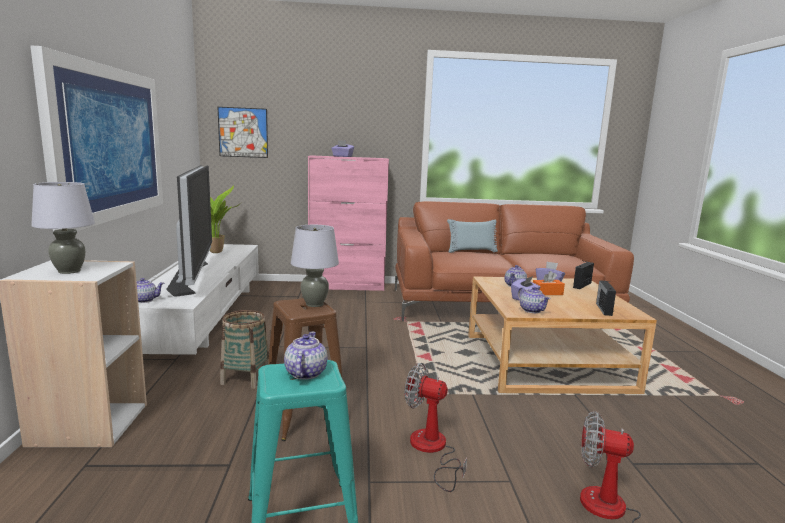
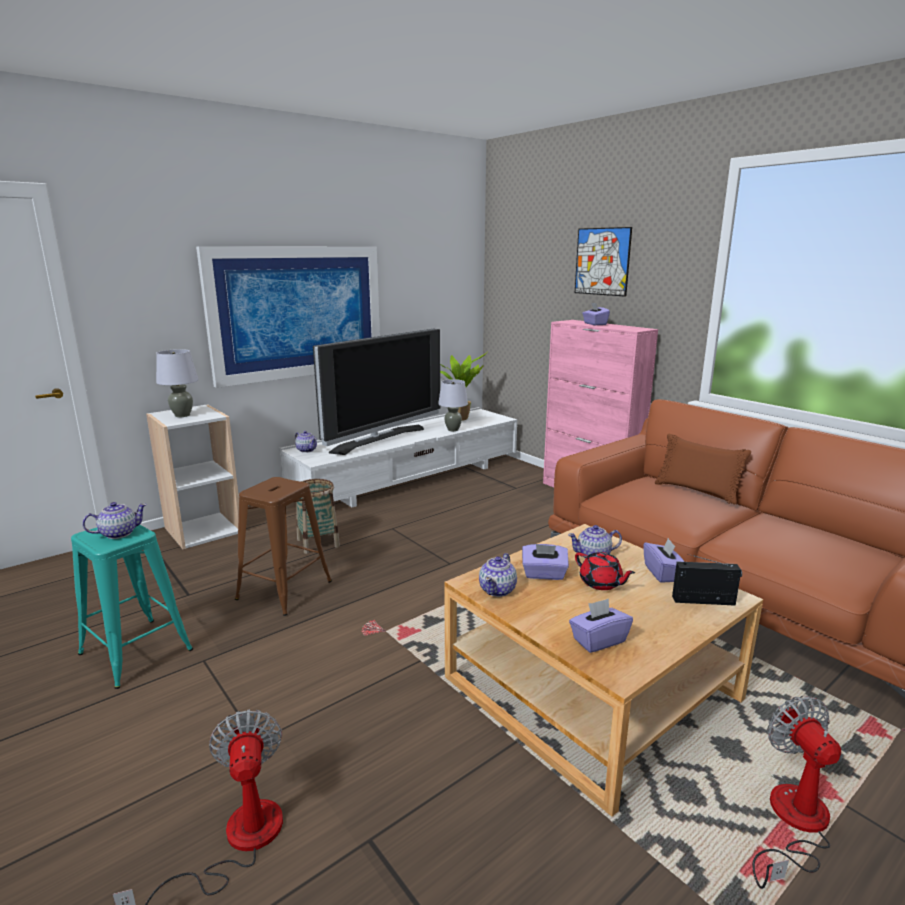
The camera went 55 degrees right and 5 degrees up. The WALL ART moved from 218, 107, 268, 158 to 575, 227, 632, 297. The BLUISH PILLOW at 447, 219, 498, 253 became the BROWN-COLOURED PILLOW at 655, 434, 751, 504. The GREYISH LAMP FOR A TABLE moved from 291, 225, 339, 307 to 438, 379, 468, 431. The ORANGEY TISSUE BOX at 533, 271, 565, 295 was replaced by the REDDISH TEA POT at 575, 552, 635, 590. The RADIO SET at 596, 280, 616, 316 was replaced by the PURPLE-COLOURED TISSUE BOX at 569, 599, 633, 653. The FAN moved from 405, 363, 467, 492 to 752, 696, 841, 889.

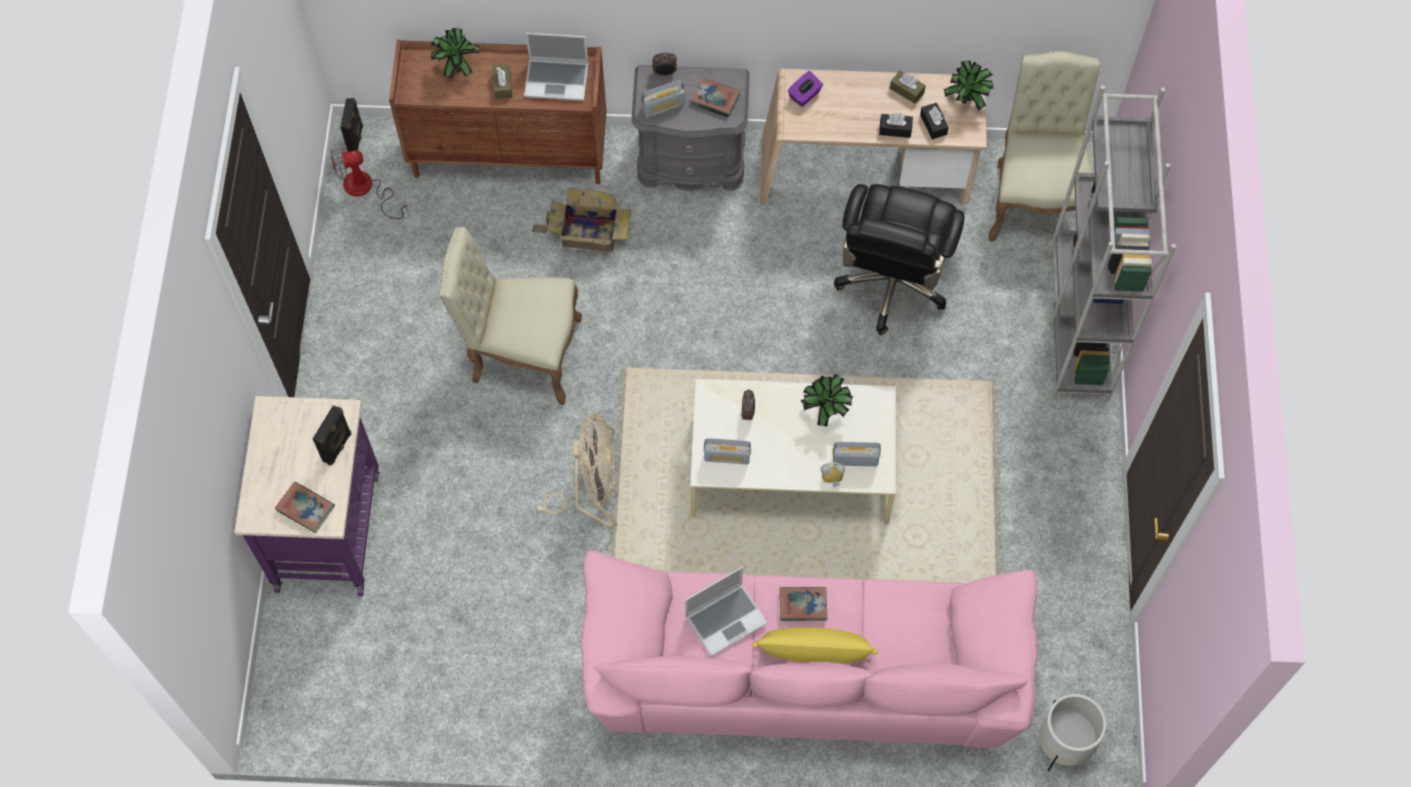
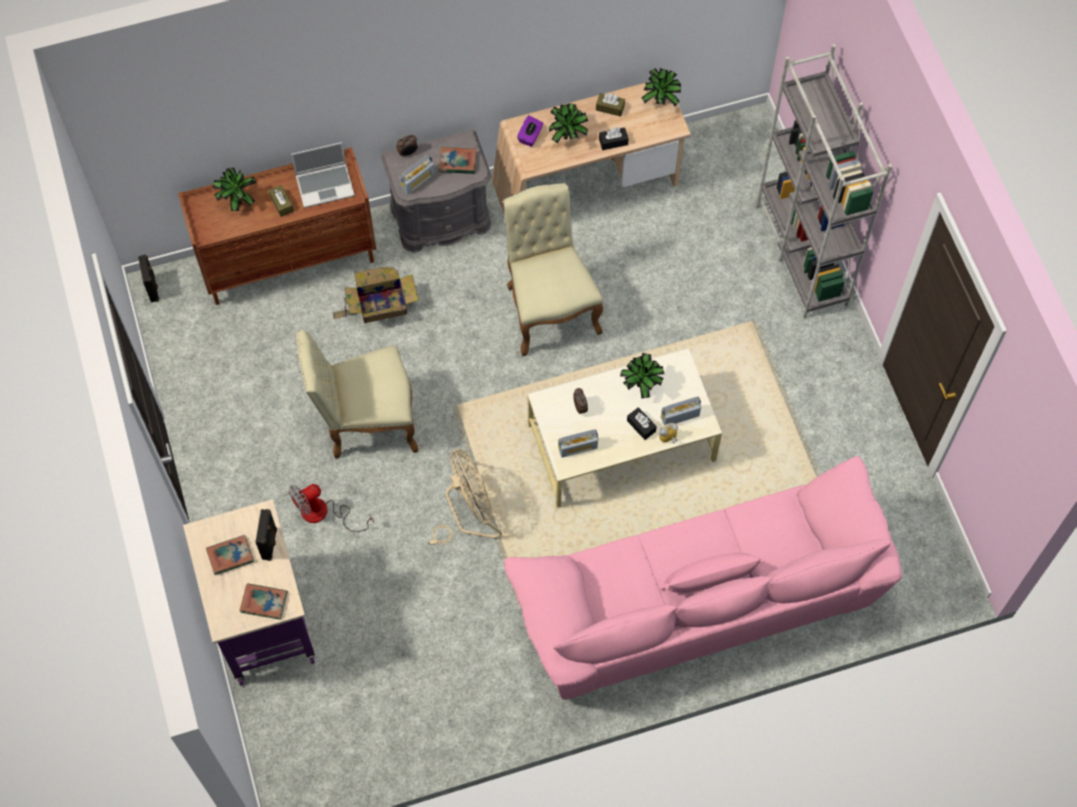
The camera went 20 degrees left and 0 degrees up. The BEIGE PLAIN CHAIR moved from 989, 51, 1100, 241 to 503, 183, 603, 356. The BLACKISH TISSUE BOX moved from 920, 103, 949, 139 to 627, 407, 657, 440. The FAN moved from 330, 144, 408, 219 to 289, 484, 374, 532. The BLACKISH COMPUTER CHAIR at 834, 184, 964, 335 disappeared. The NOTEBOOK COMPUTER at 685, 567, 767, 657 disappeared. The BOUND BOOK moved from 779, 587, 827, 621 to 206, 535, 254, 575. The YELLOW-COLOURED PILLOW at 753, 627, 878, 663 became the PINK PILLOW at 660, 553, 764, 593. The WHITE-COLOURED PLANT POT at 1039, 694, 1107, 771 disappeared. The PLANT IN A POT at 549, 104, 588, 144 appeared.

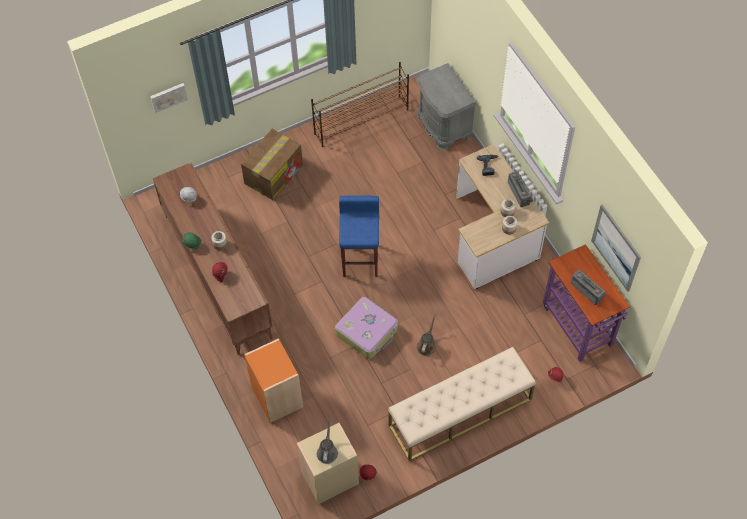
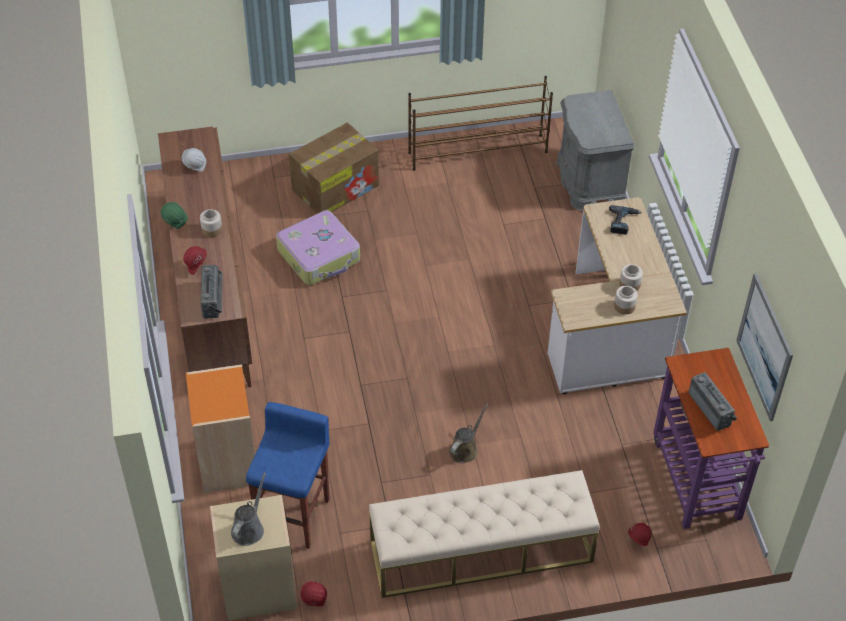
The camera went 15 degrees right and 10 degrees down. The WALL ART at 150, 83, 188, 113 disappeared. The RADIO SET moved from 508, 171, 533, 207 to 200, 265, 223, 319. The BLUISH STOOL moved from 339, 196, 379, 277 to 246, 402, 330, 549. The PIECE OF LUGGAGE moved from 335, 297, 398, 359 to 276, 210, 360, 285.

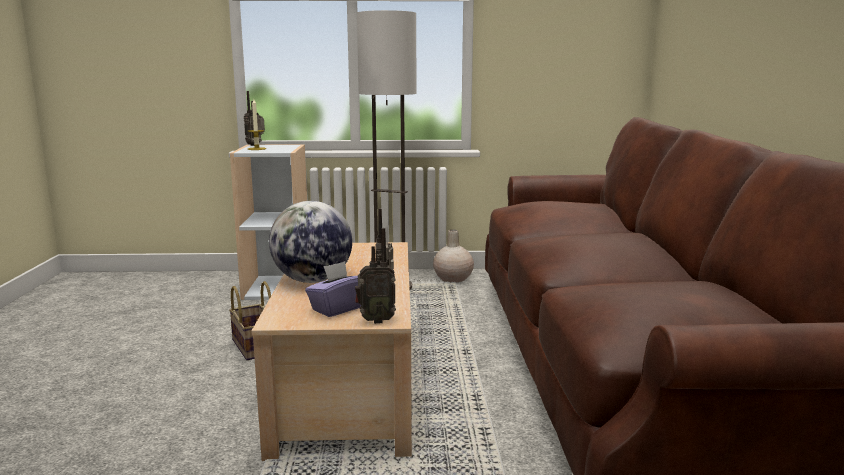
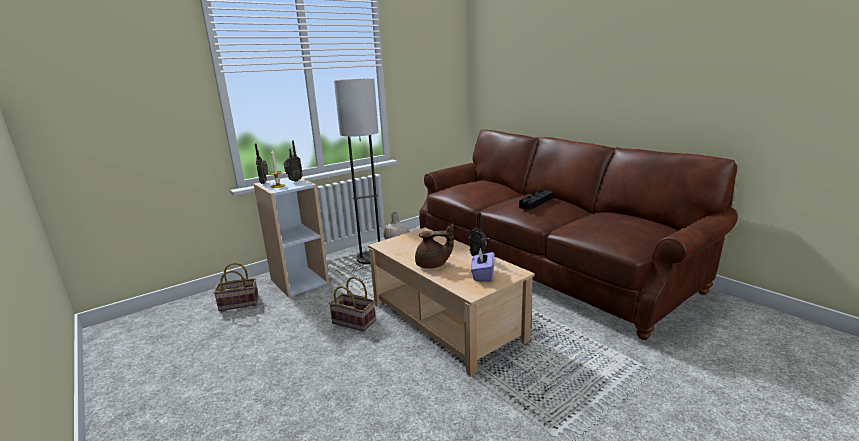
The camera went 35 degrees left and 5 degrees up. The DESK GLOBE at 269, 201, 352, 283 was replaced by the BROWN-COLOURED TEA POT at 415, 223, 454, 269. The RADIO SET moved from 355, 228, 396, 324 to 284, 140, 303, 182. The BLACKISH CARRYING TRAY at 519, 190, 553, 210 appeared. The STORAGE BASKET at 213, 263, 259, 311 appeared.

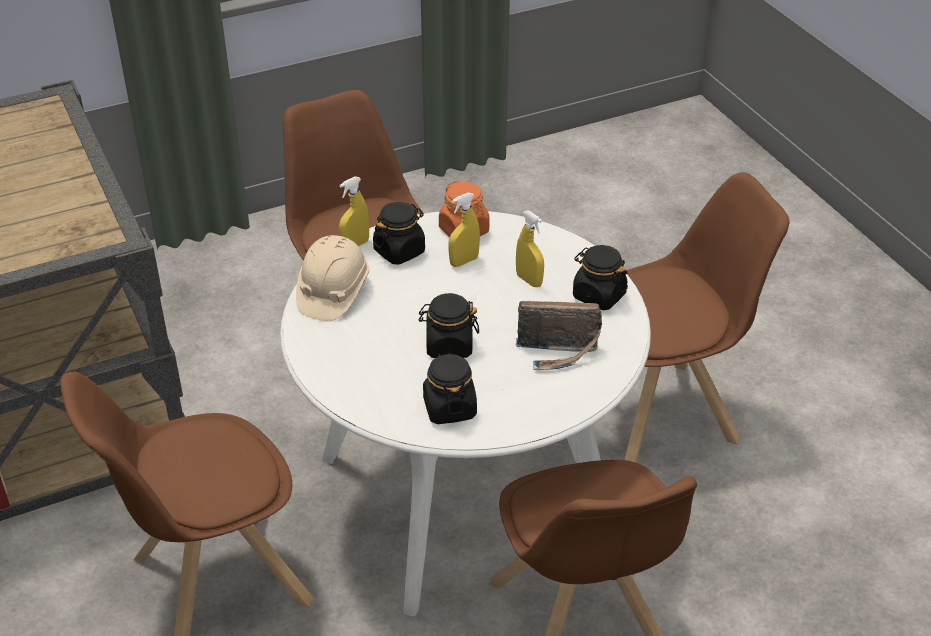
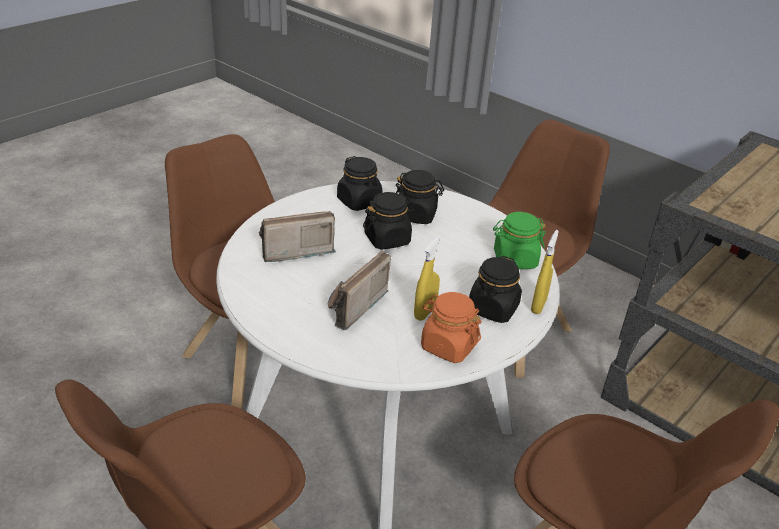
The camera went 155 degrees right and 5 degrees down. The YELLOW-COLOURED HAND SPRAYER at 516, 210, 544, 287 was replaced by the RADIO SET at 328, 251, 391, 330. The BEIGE HARD HAT at 296, 235, 369, 321 was replaced by the GREEN STORAGE JAR at 493, 212, 546, 269. The BLACKISH STORAGE JAR moved from 573, 245, 628, 310 to 396, 170, 444, 224.

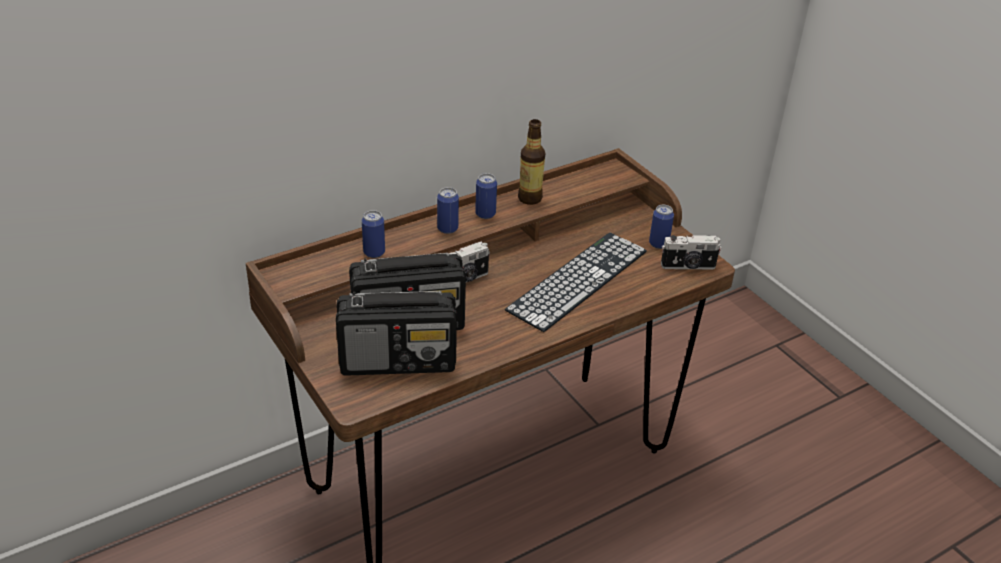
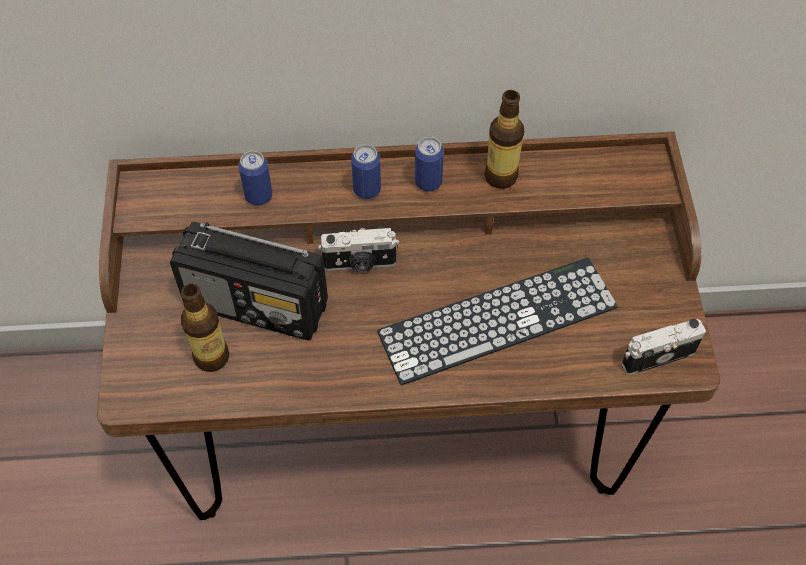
The camera went 30 degrees right and 20 degrees up. The METAL CAN at 649, 205, 674, 249 disappeared. The STILL CAMERA at 661, 235, 721, 269 turned 135 degrees clockwise. The RADIO SET at 336, 291, 457, 376 was replaced by the BEVERAGE BOTTLE at 181, 284, 229, 372.

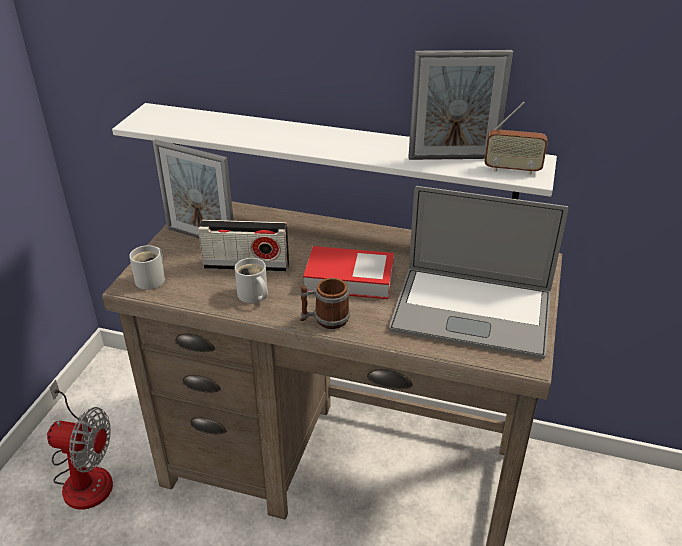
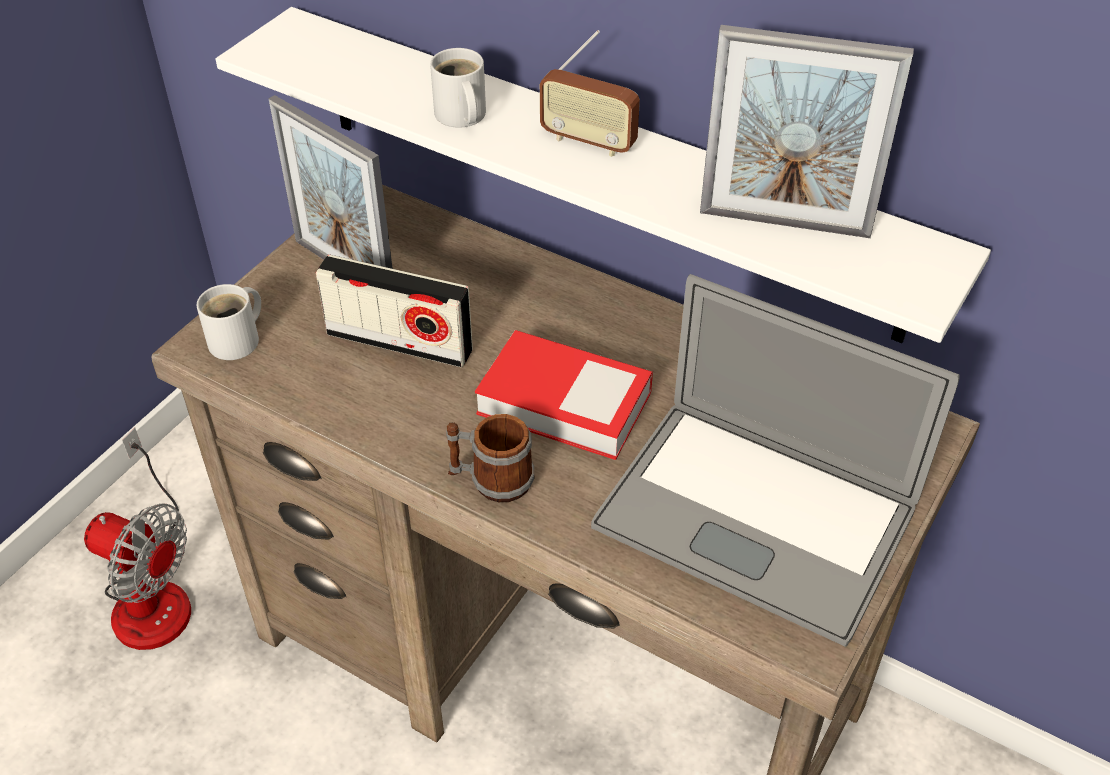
The camera went 15 degrees right and 10 degrees up. The RADIO SET moved from 484, 102, 547, 175 to 540, 30, 640, 157. The WHITE-COLOURED TEA MUG moved from 235, 258, 268, 303 to 430, 48, 486, 127.

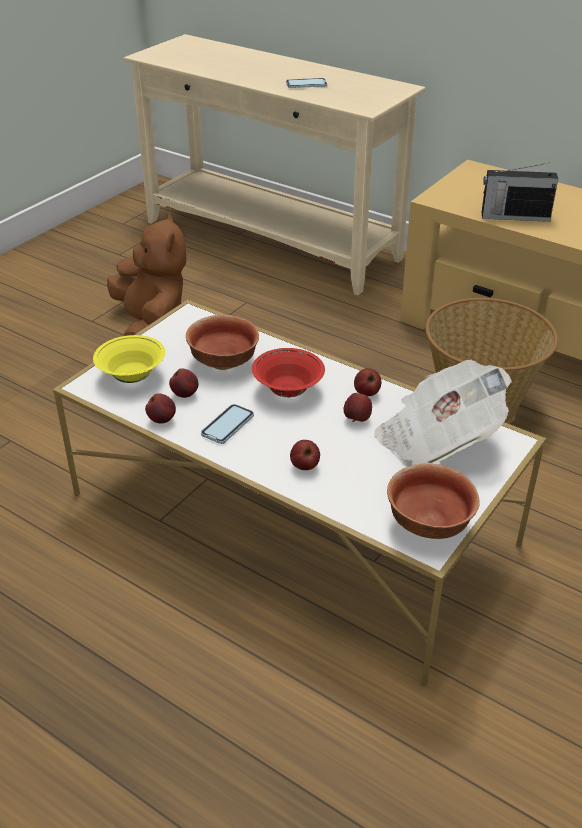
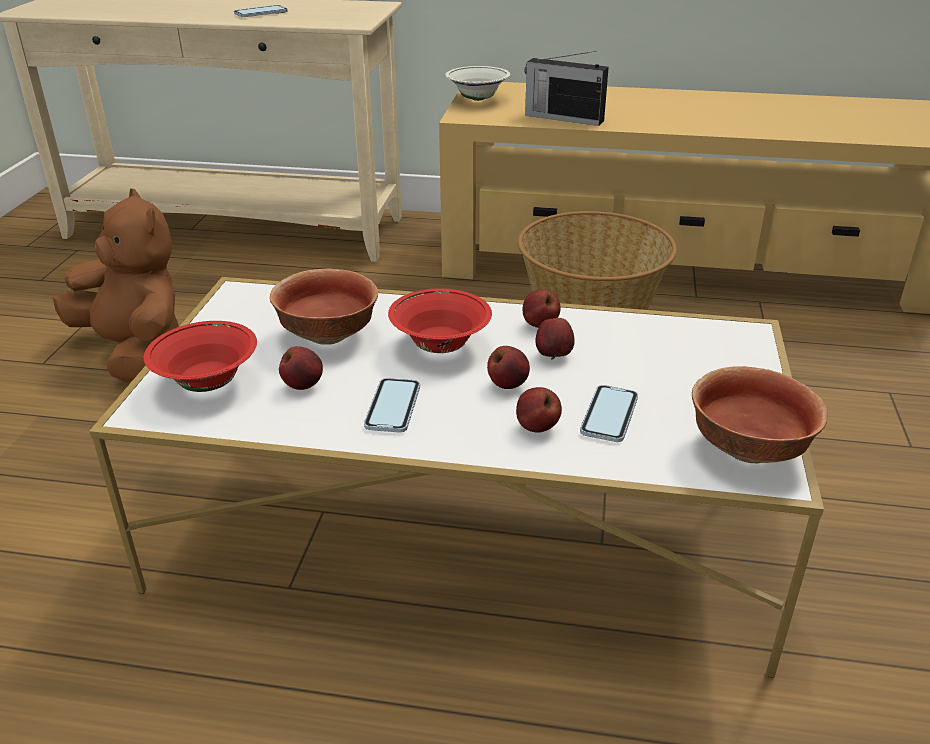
The camera went 25 degrees left and 5 degrees down. The RADIO SET at 481, 163, 558, 222 turned 45 degrees clockwise. The YELLOW-COLOURED DEEP DISH at 93, 335, 165, 383 became the REDDISH DEEP DISH at 143, 321, 257, 392. The DAILY PAPER at 374, 360, 512, 466 disappeared. The APPLE moved from 145, 393, 176, 424 to 487, 346, 530, 389. The WHITE-COLOURED DEEP DISH at 445, 66, 510, 101 appeared. The TELEPHONE at 580, 385, 638, 442 appeared.

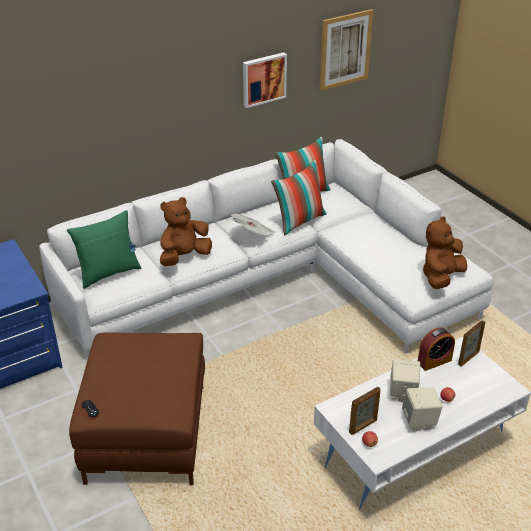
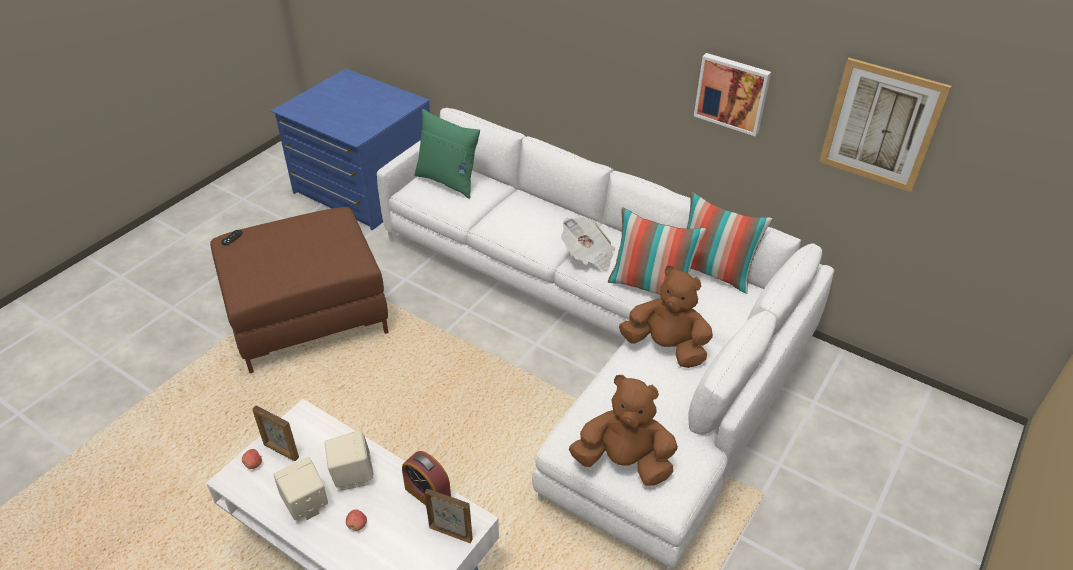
The camera went 65 degrees right and 5 degrees up. The BROWN-COLOURED SOFT TOY moved from 160, 197, 212, 266 to 619, 266, 713, 368.

